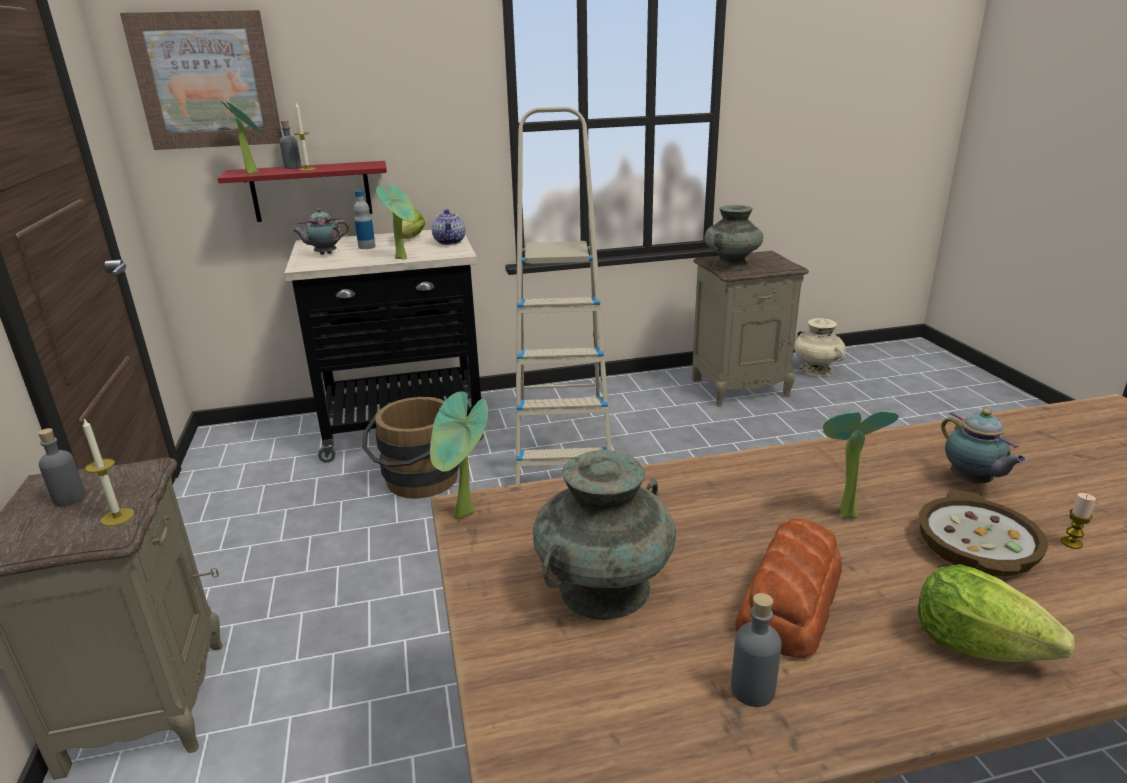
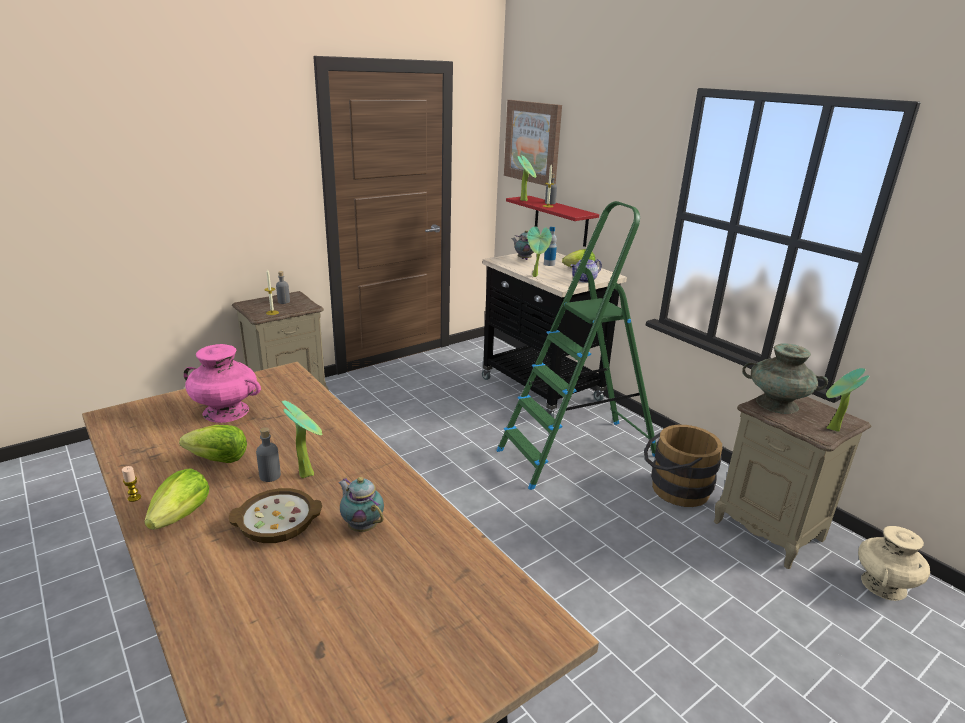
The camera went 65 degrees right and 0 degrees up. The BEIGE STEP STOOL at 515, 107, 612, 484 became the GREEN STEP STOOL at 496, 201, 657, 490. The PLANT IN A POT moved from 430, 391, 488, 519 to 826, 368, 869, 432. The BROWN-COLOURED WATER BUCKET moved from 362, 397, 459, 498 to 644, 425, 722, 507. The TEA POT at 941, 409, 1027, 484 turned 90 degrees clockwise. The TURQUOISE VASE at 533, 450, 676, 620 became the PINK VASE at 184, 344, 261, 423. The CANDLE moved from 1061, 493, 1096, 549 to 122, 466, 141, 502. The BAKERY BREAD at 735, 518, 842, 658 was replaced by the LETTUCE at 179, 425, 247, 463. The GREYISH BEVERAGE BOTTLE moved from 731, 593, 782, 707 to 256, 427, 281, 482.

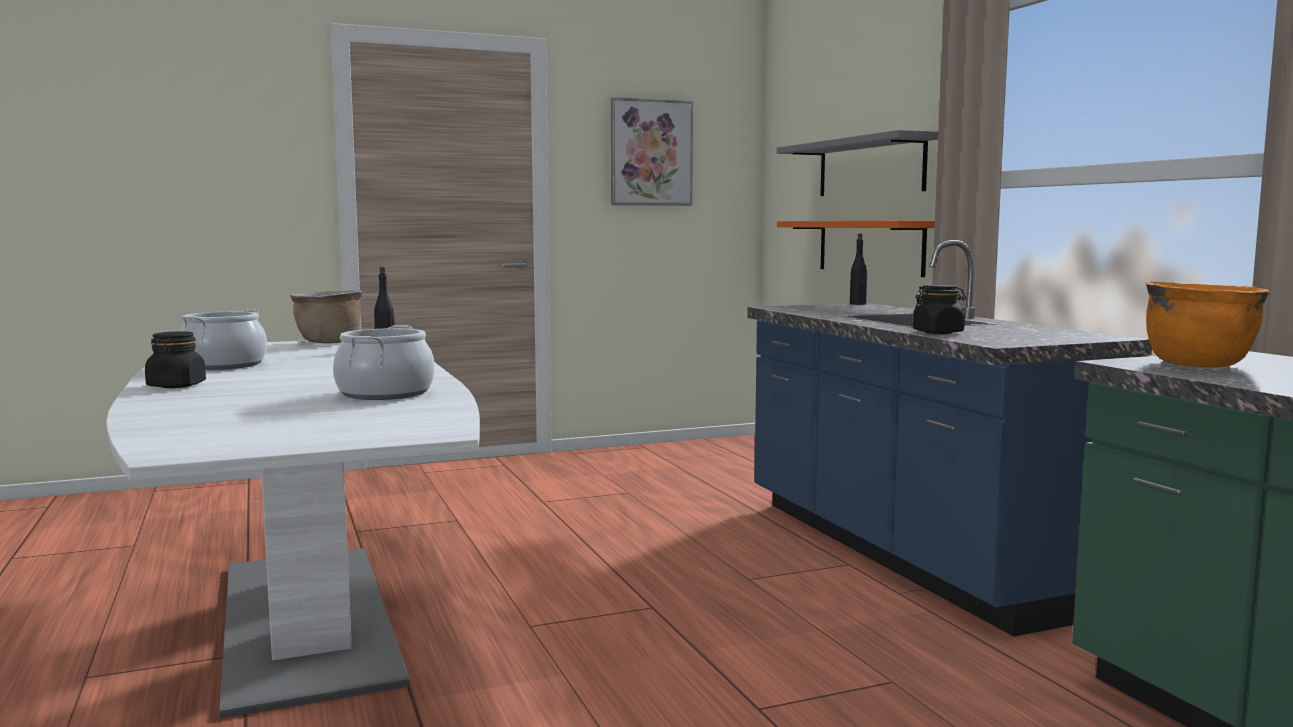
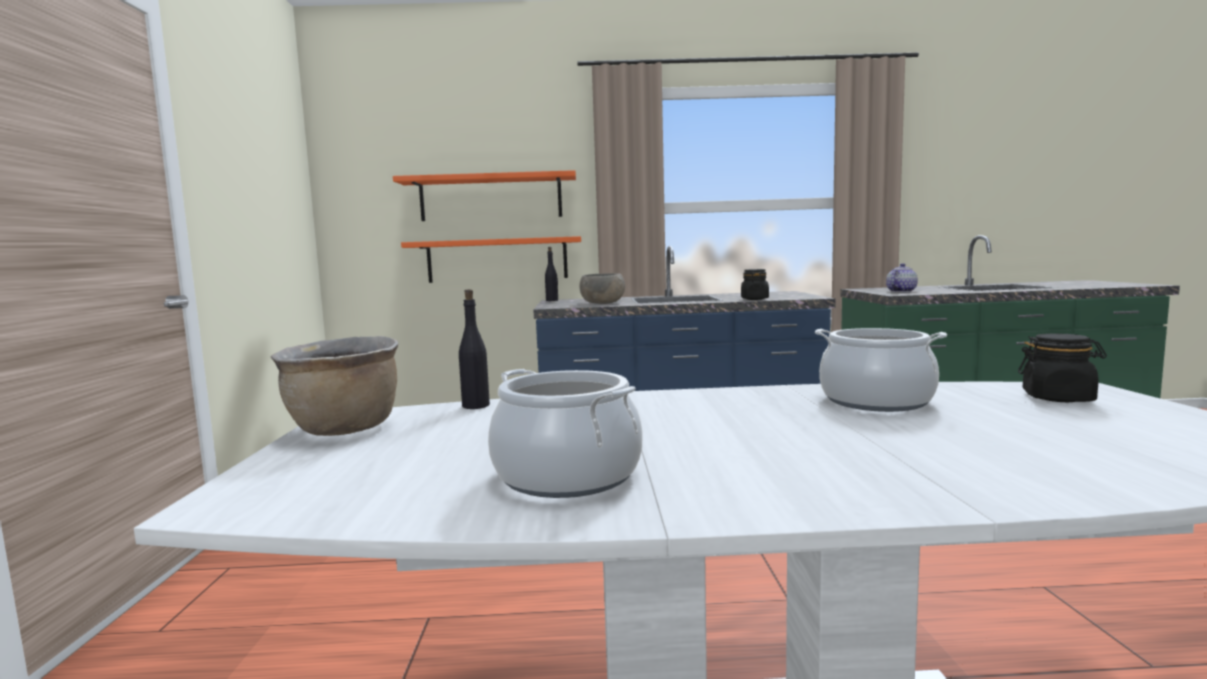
The camera went 70 degrees left and 0 degrees up. The WALL ART at 611, 97, 693, 206 disappeared. The GREYISH SHELF at 776, 130, 938, 196 became the ORANGEY SHELF at 393, 170, 576, 221. The ORANGEY SAUCEPOT at 1146, 281, 1270, 367 was replaced by the TEA POT at 886, 263, 918, 292. The BLACKISH STORAGE JAR moved from 145, 331, 206, 388 to 1018, 333, 1107, 402. The GREYISH DEEP DISH at 579, 273, 625, 304 appeared.

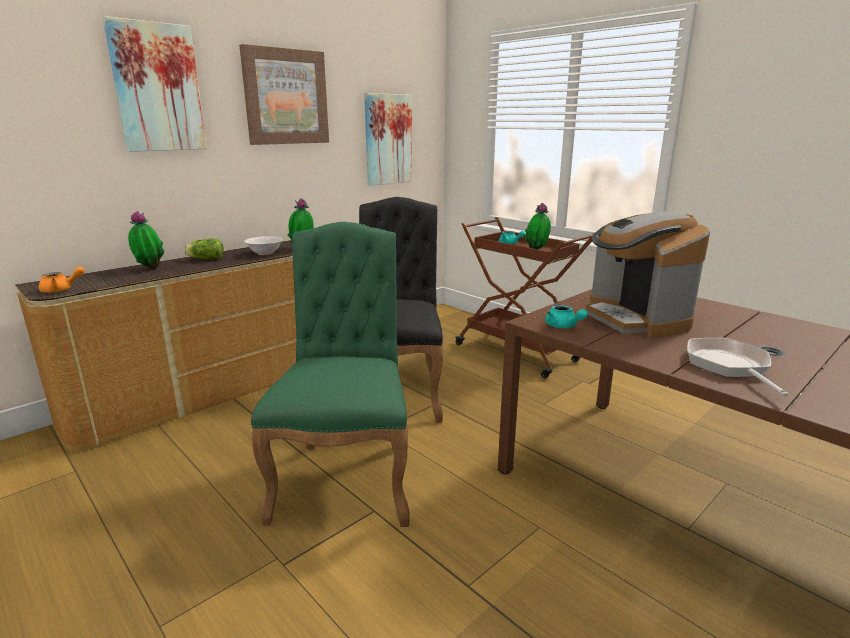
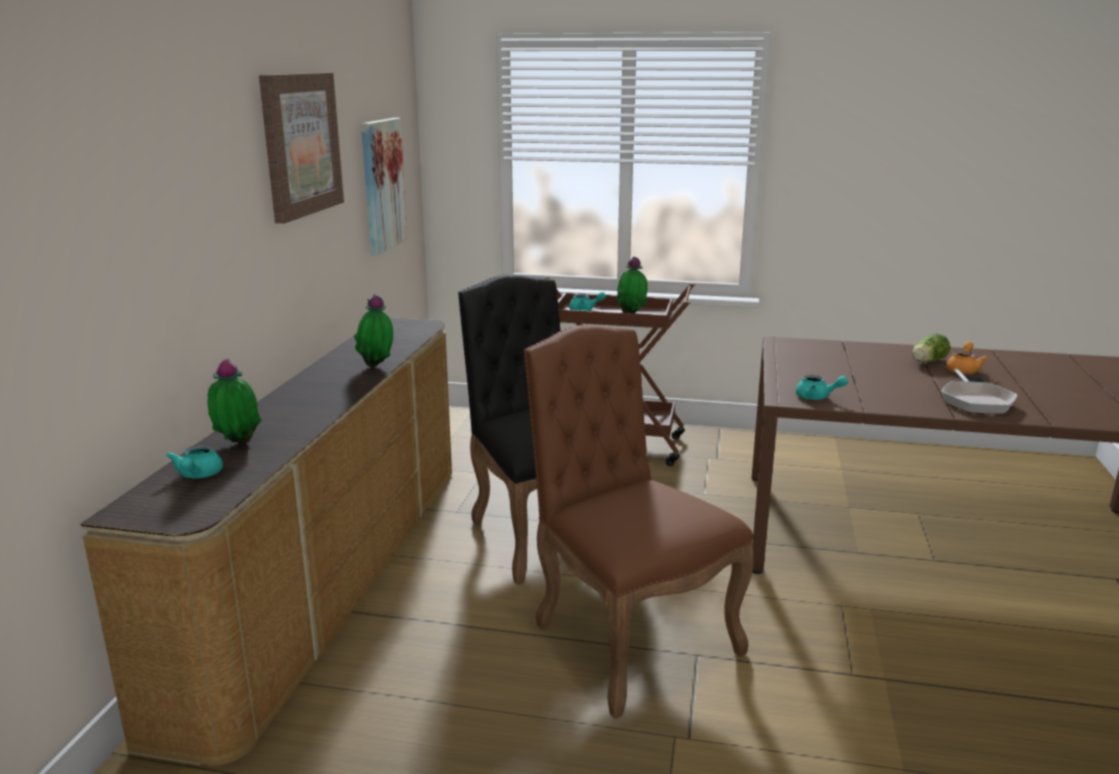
The camera went 35 degrees left and 0 degrees up. The WALL ART at 103, 16, 207, 152 disappeared. The COFFEE MACHINE at 585, 211, 710, 338 disappeared. The GREEN PLAIN CHAIR at 251, 222, 410, 527 became the BROWN-COLOURED PLAIN CHAIR at 524, 324, 754, 718. The WHITE-COLOURED DEEP DISH at 244, 236, 283, 255 disappeared. The LETTUCE moved from 184, 239, 224, 259 to 912, 333, 951, 363. The ORANGEY TEA POT moved from 39, 267, 85, 293 to 946, 341, 988, 374. The FRYING PAN at 687, 338, 789, 397 turned 135 degrees counterclockwise. The TURQUOISE TEA POT at 166, 444, 223, 478 appeared.

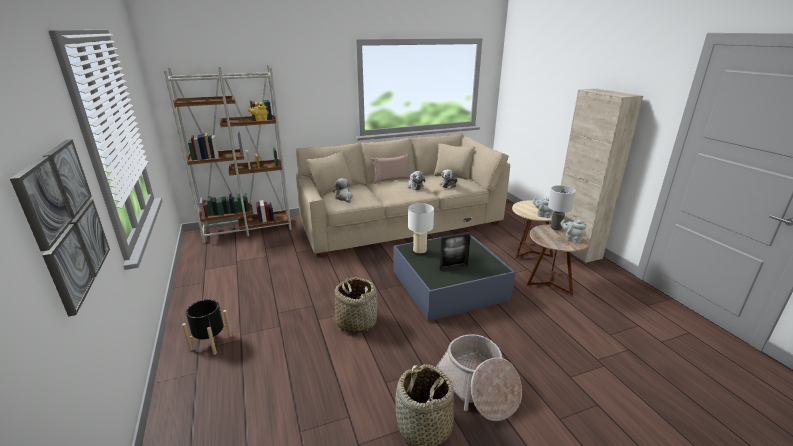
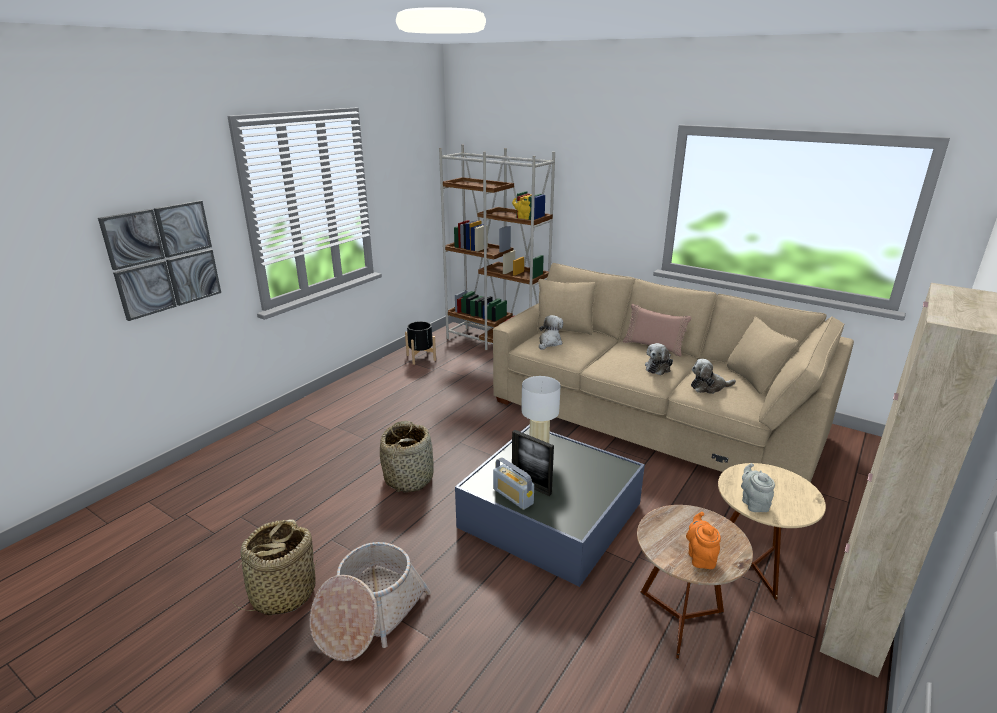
The camera went 55 degrees right and 0 degrees up. The WHITE-COLOURED LAMP FOR A TABLE at 548, 185, 576, 230 disappeared. The GREYISH TEA POT at 561, 219, 586, 243 became the ORANGEY TEA POT at 686, 512, 721, 569. The BLACKISH PLANT POT moved from 182, 299, 232, 355 to 405, 321, 436, 365. The RADIO SET at 493, 458, 534, 510 appeared.

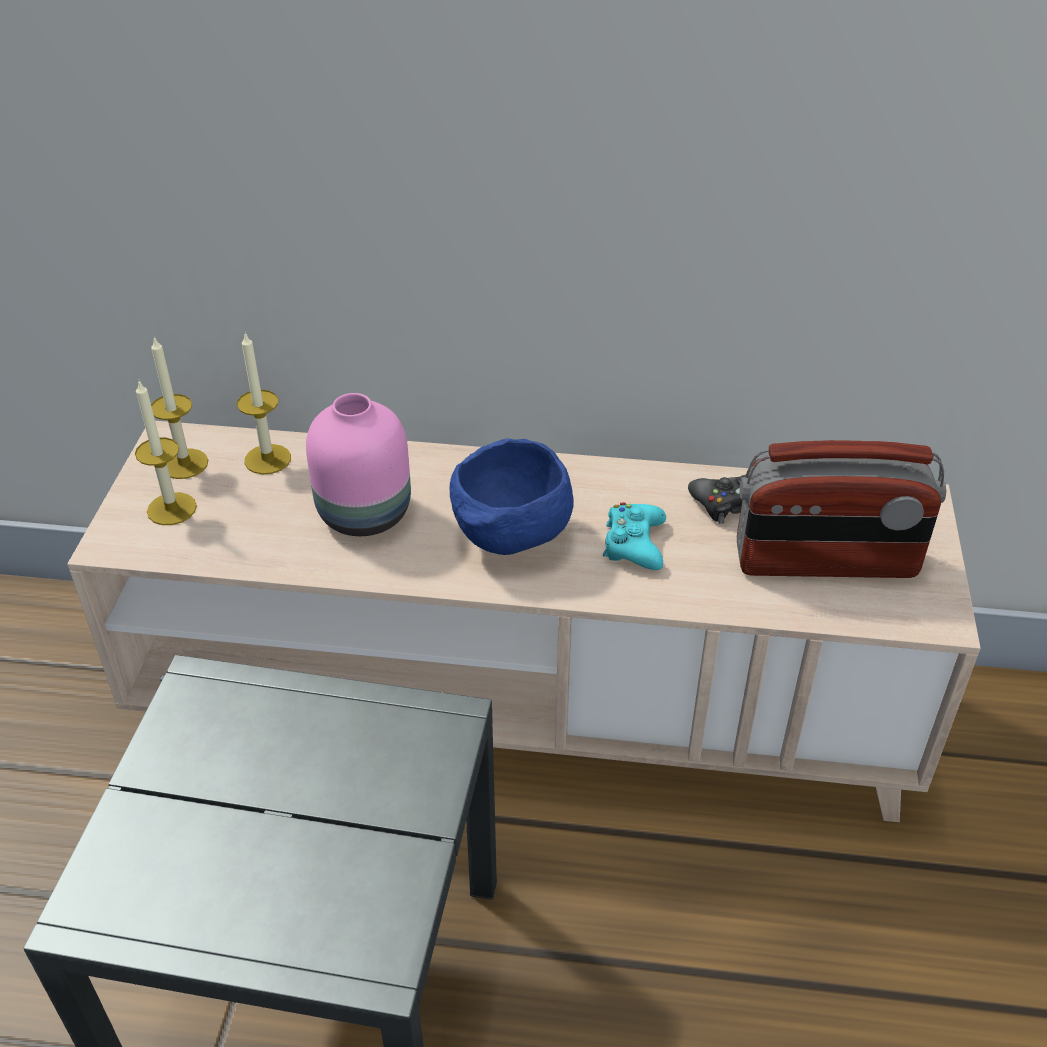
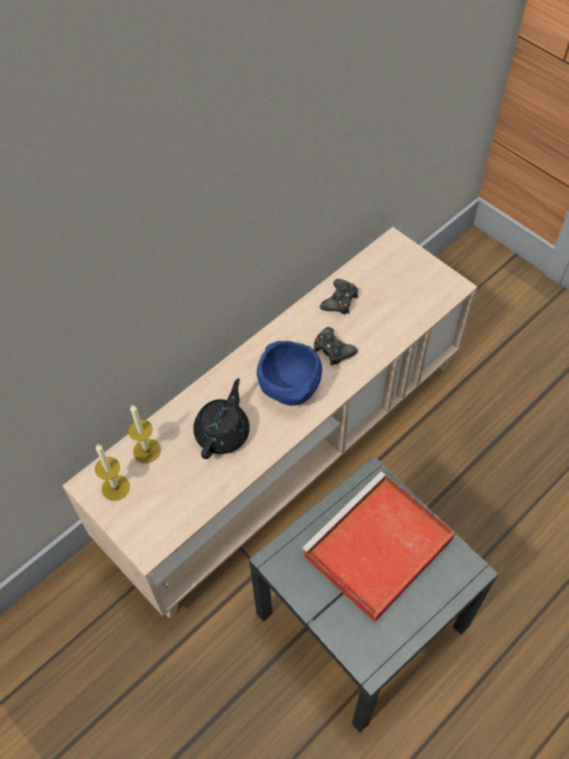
The camera went 50 degrees left and 15 degrees up. The CANDLE at 135, 381, 197, 525 disappeared. The PINK VASE at 306, 393, 411, 536 was replaced by the BLACKISH TEA POT at 193, 378, 250, 459. The RADIO SET at 737, 440, 947, 578 disappeared. The TURQUOISE GAME CONTROLLER at 603, 502, 666, 570 became the BLACKISH GAME CONTROLLER at 314, 327, 358, 365. The REDDISH CARRYING TRAY at 301, 472, 455, 622 appeared.

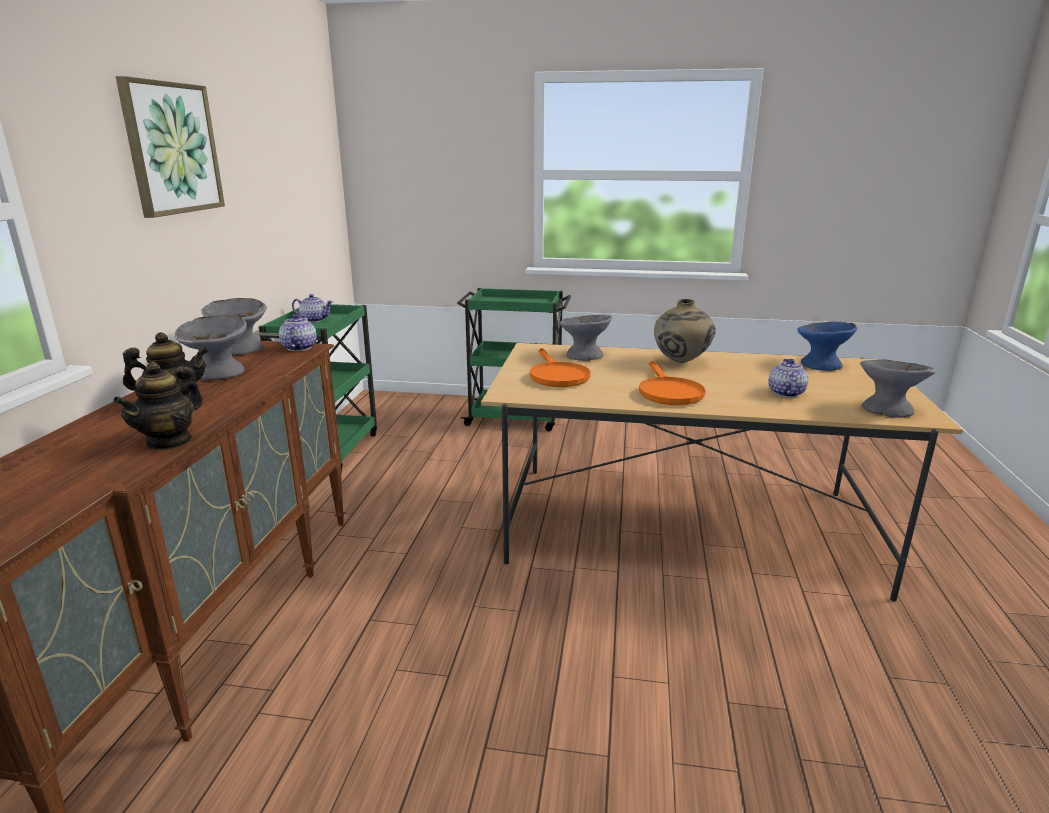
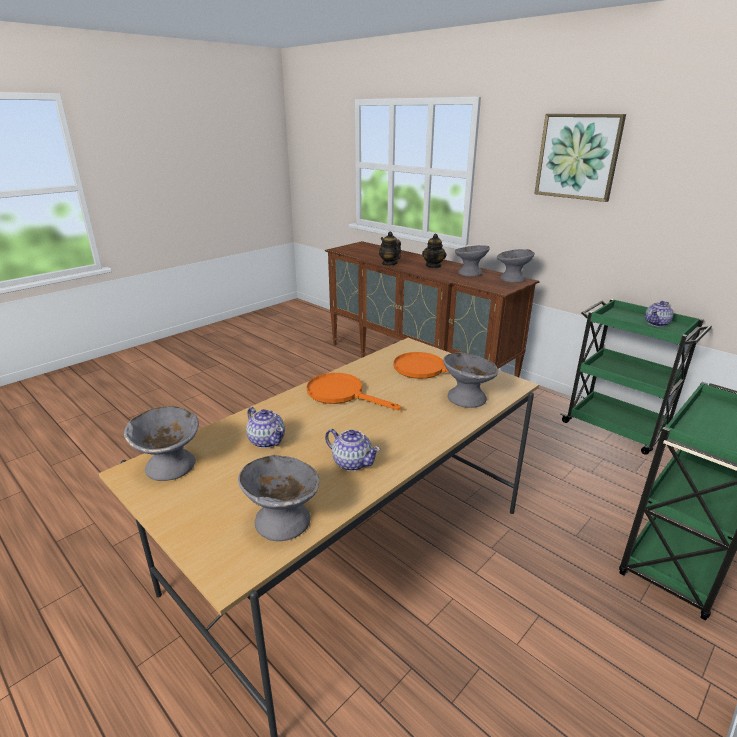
The camera went 125 degrees right and 5 degrees up. The BEIGE VASE at 654, 299, 716, 363 disappeared. The TEA POT moved from 279, 314, 317, 351 to 325, 429, 381, 471. The BLUISH DEEP DISH at 797, 322, 857, 371 became the GREYISH DEEP DISH at 238, 455, 319, 541.

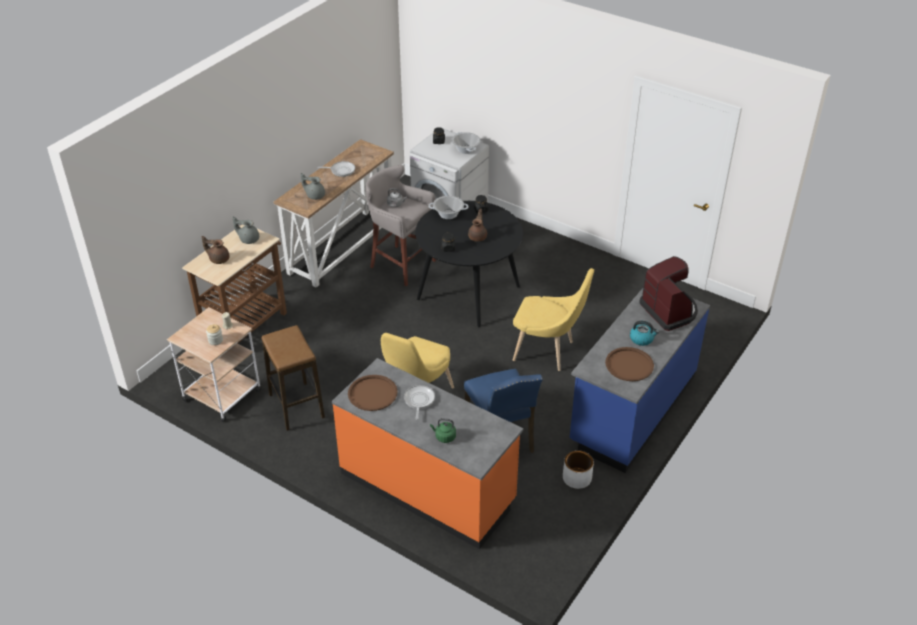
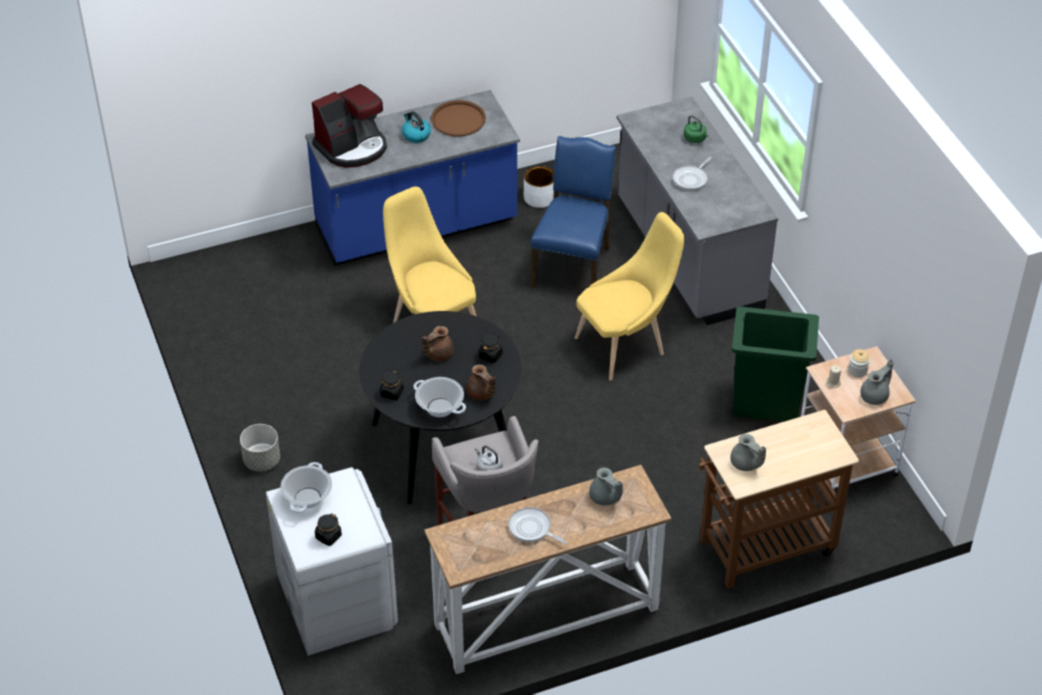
The camera went 145 degrees left and 5 degrees up. The BROWN-COLOURED TEA POT moved from 202, 236, 230, 264 to 466, 365, 496, 400. The COFFEE MACHINE at 639, 256, 698, 331 turned 135 degrees counterclockwise. The STOOL at 262, 325, 325, 431 was replaced by the GREEN RUBBISH BIN at 732, 307, 819, 422. The ORANGEY COUNTER at 332, 358, 523, 549 became the GREYISH COUNTER at 617, 96, 778, 325. The BROWN-COLOURED CARRYING TRAY at 348, 375, 398, 411 disappeared. The GREYISH TEA POT at 860, 359, 894, 405 appeared. The GREYISH PLANT POT at 240, 424, 280, 471 appeared.

